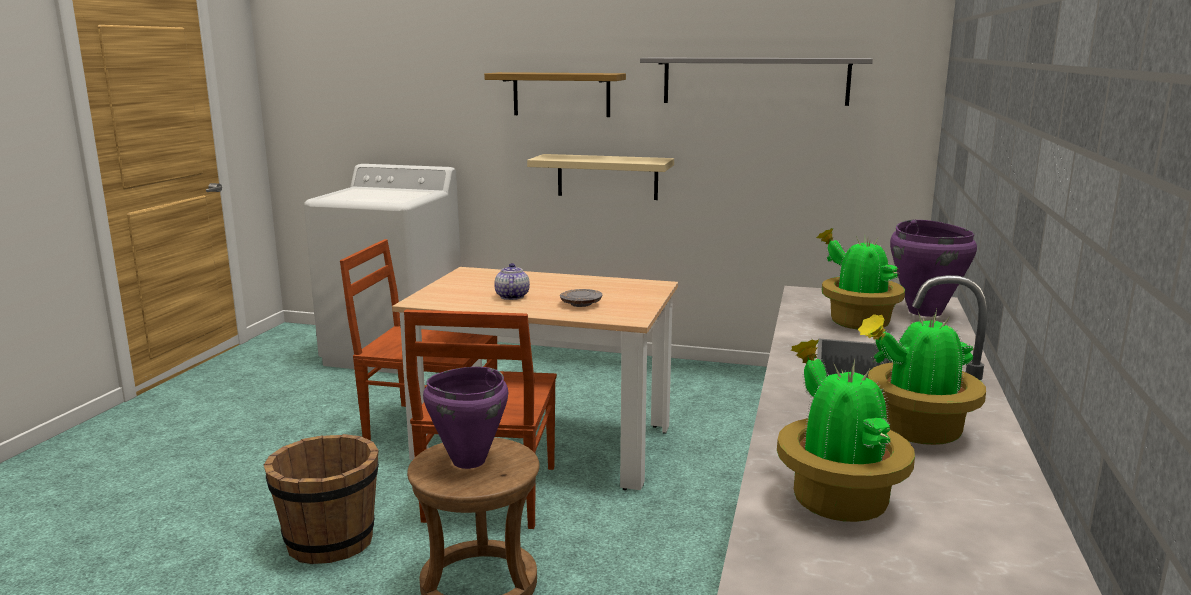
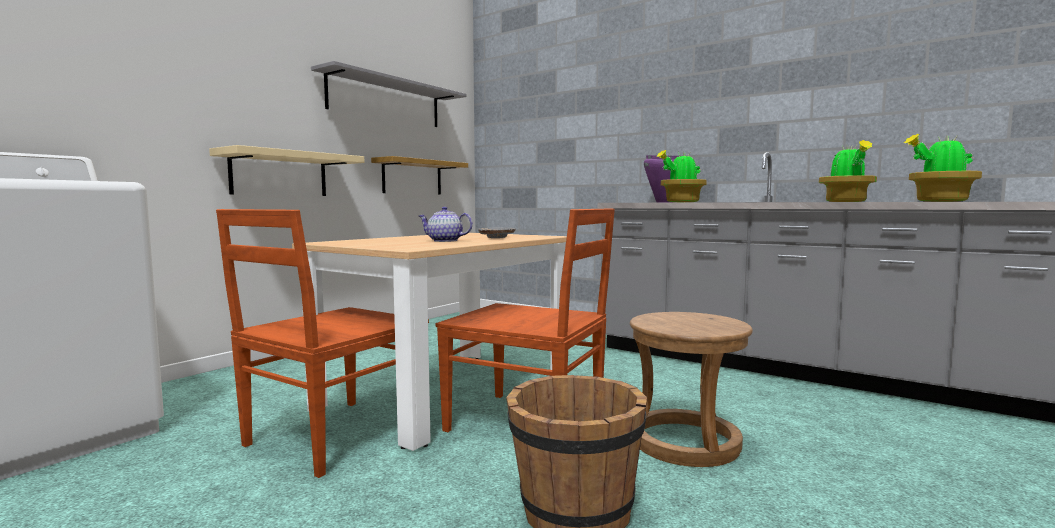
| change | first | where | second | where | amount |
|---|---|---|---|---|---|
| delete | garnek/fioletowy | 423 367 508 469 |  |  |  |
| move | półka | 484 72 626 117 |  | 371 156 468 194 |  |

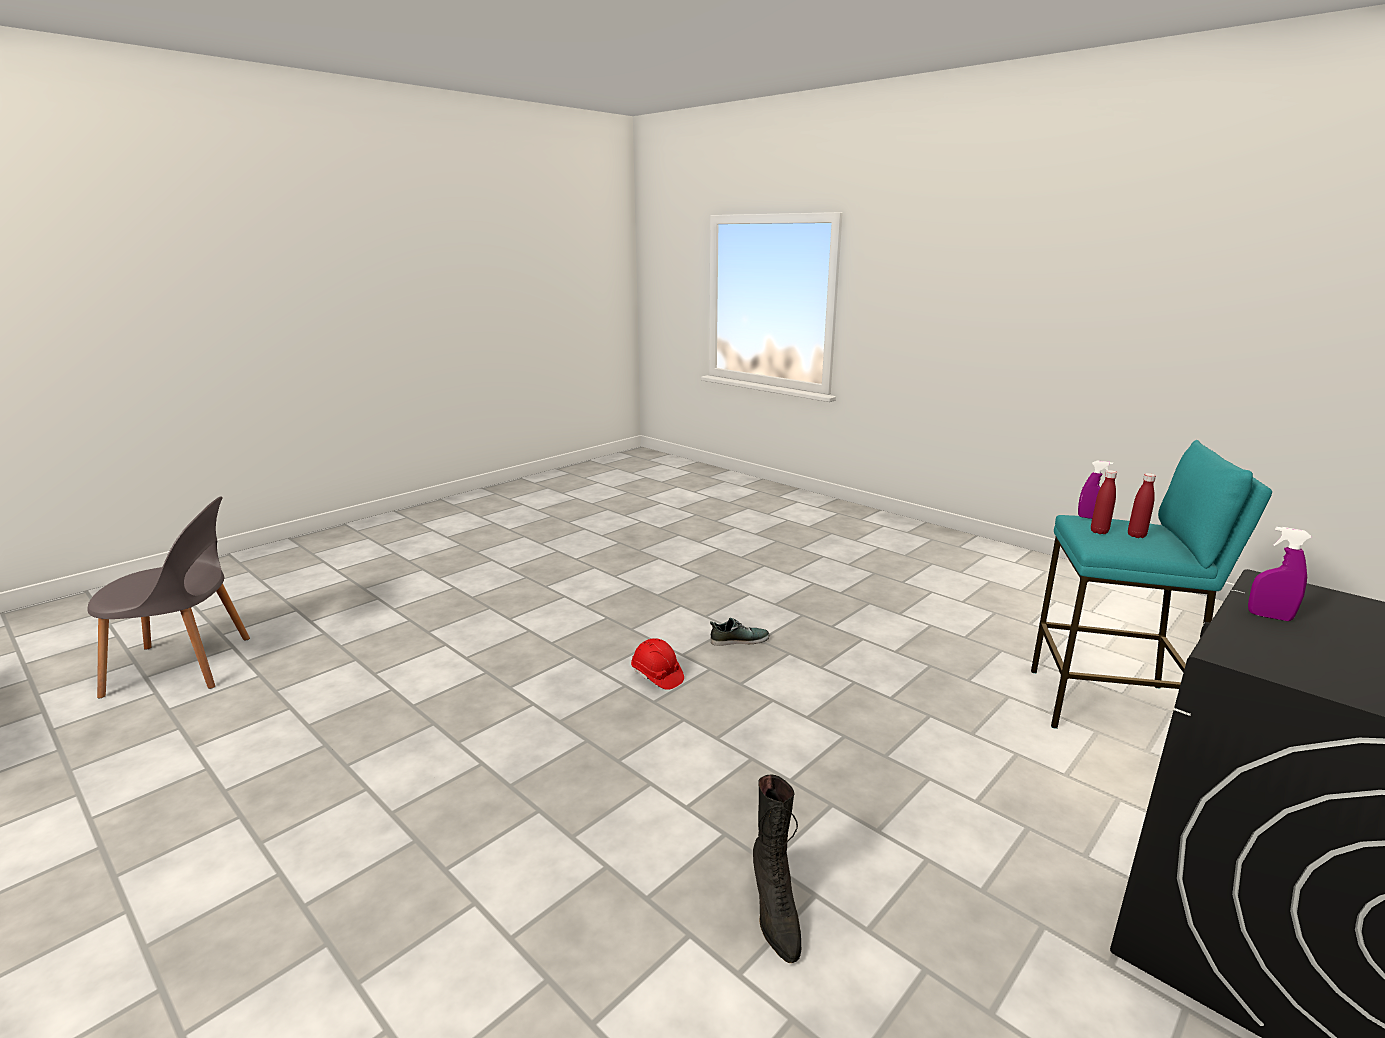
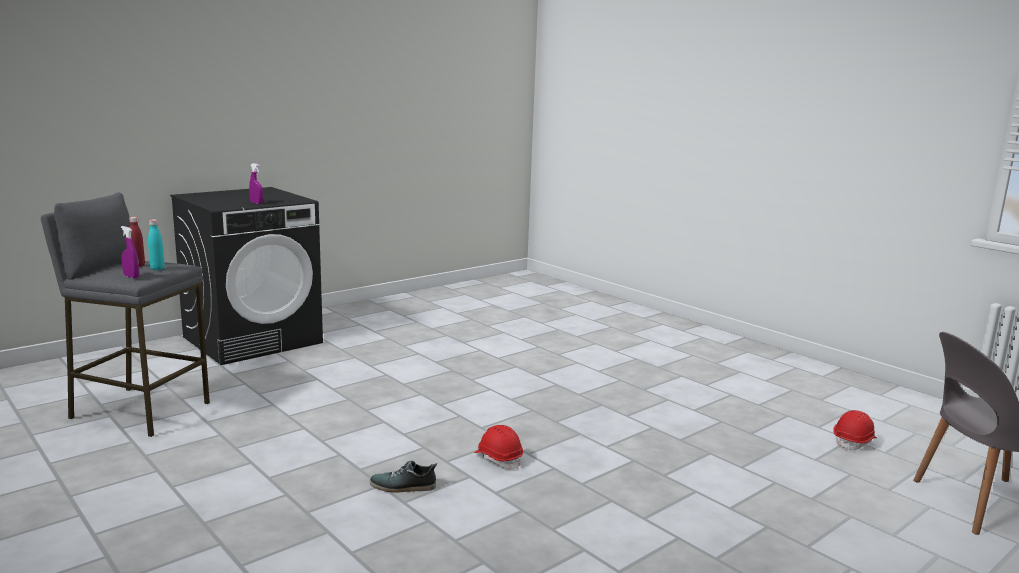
| change | first | where | second | where | amount |
|---|---|---|---|---|---|
| delete | but z cholewką/czarny | 753 775 801 963 |  |  |  |
| recolor | stołek/turkusowy | 1031 440 1272 729 | stołek/szary | 41 192 210 437 |  |
| recolor | butelka/czerwony | 1091 470 1117 534 | butelka/turkusowy | 148 219 165 270 |  |
| insert |  |  | kask/czerwony | 833 410 877 451 |  |

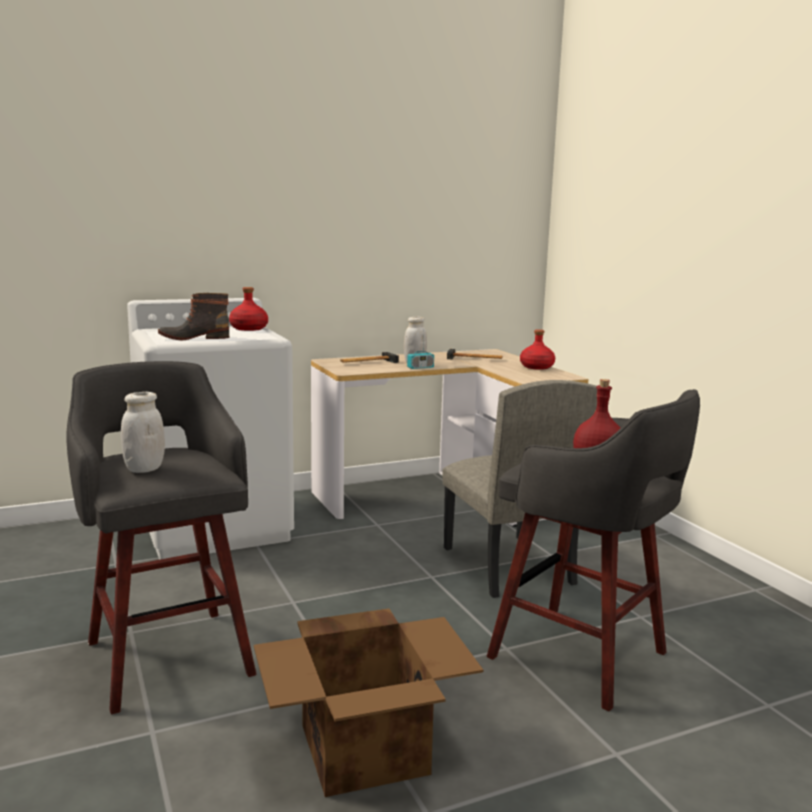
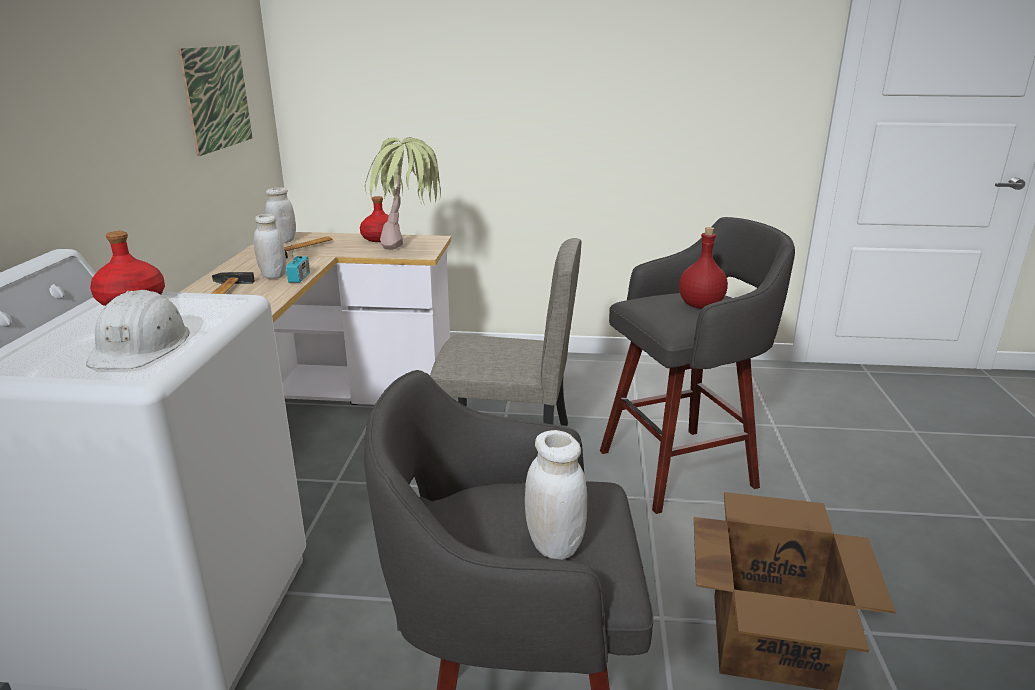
| change | first | where | second | where | amount |
|---|---|---|---|---|---|
| replace | but z cholewką | 158 293 229 340 | kask/biały | 86 290 190 369 |  |
| insert |  |  | obraz | 178 45 253 156 |  |
| insert |  |  | słoik/biały | 265 187 296 243 |  |
| insert |  |  | roślina doniczkowa | 365 137 441 250 |  |

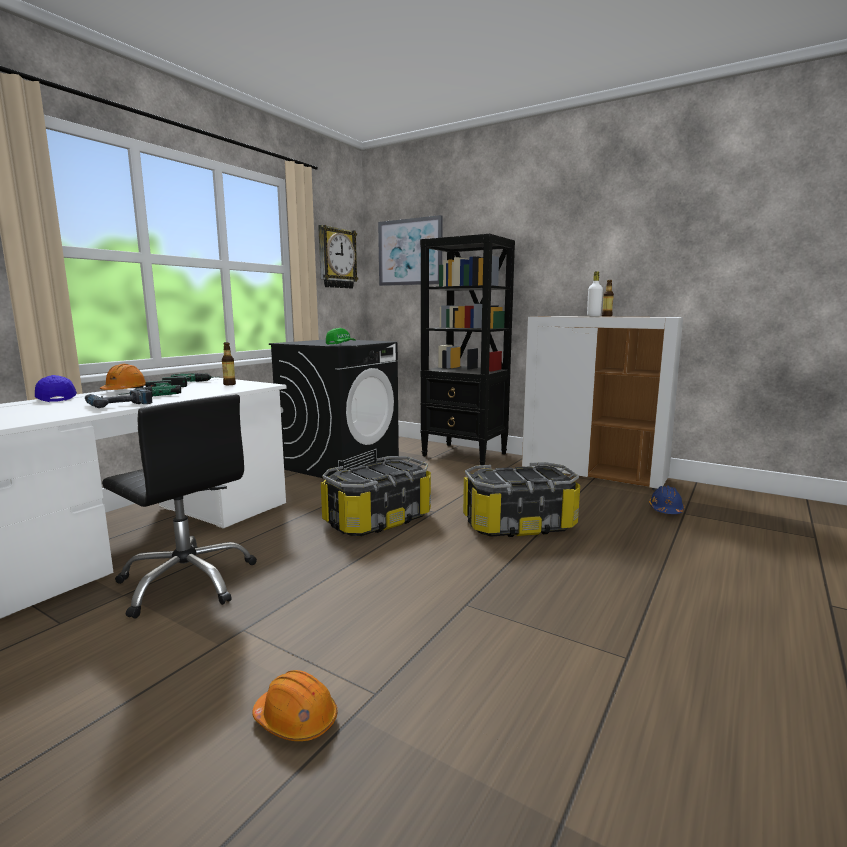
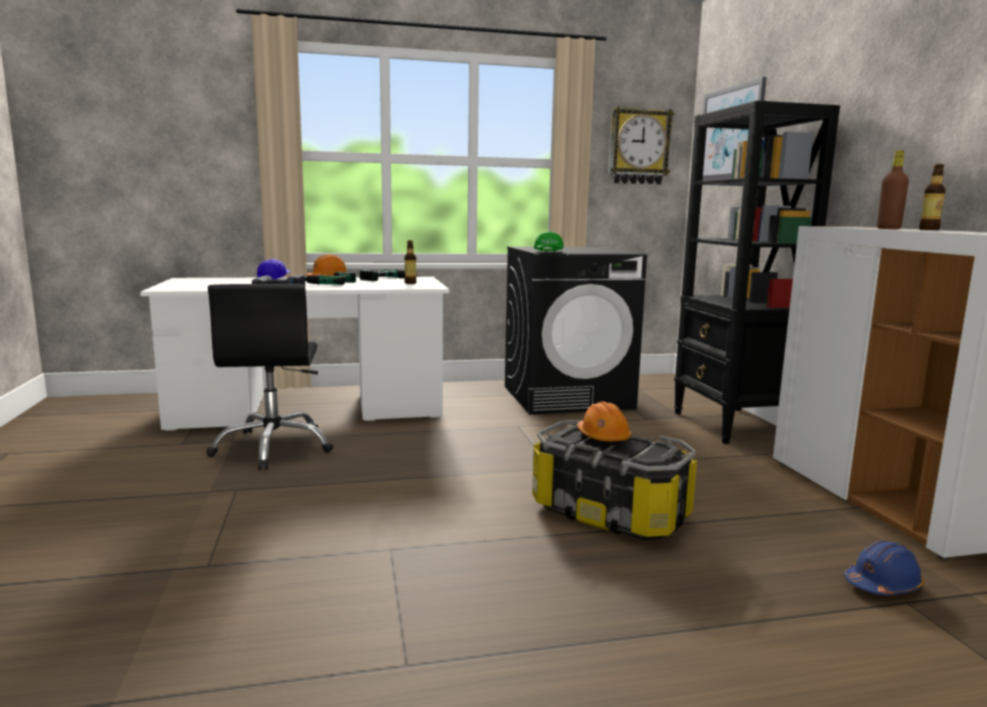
| change | first | where | second | where | amount |
|---|---|---|---|---|---|
| move | kask/pomarańczowy | 252 670 338 741 |  | 577 402 631 446 |  |
| delete | pojemnik do przechowywania | 321 456 431 536 |  |  |  |
| recolor | butelka/biały | 587 271 603 317 | butelka/brązowy | 877 150 909 229 |  |

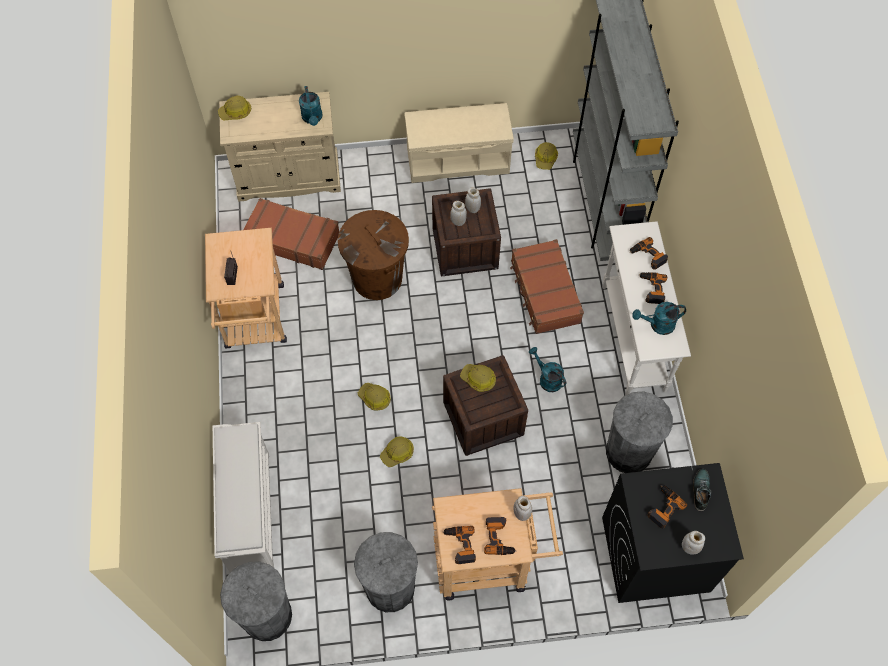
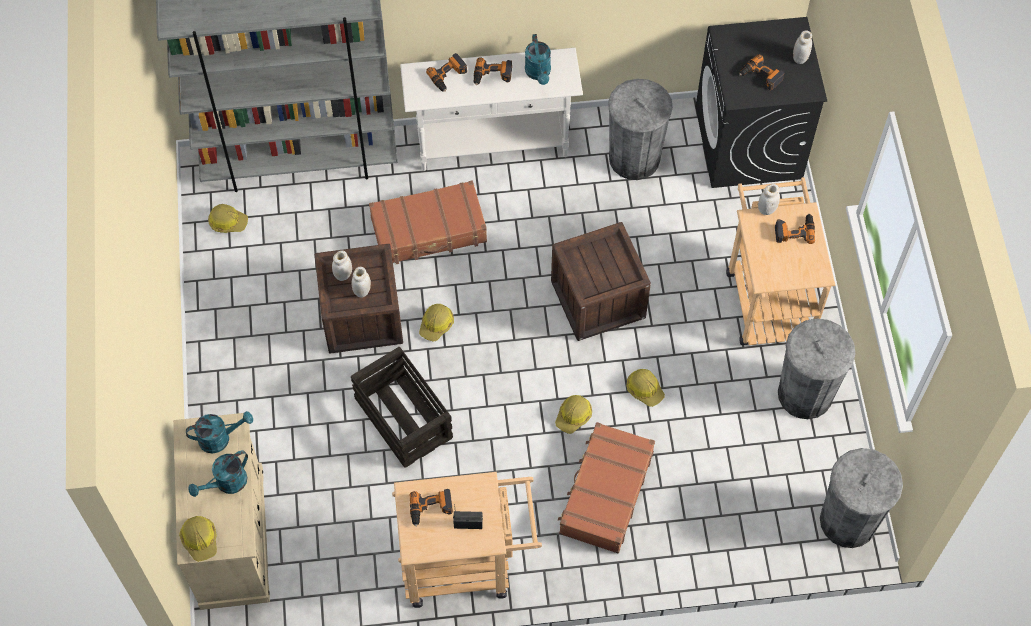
| change | first | where | second | where | amount |
|---|---|---|---|---|---|
| delete | regał na buty/biały | 213 422 274 572 |  |  |  |
| move | walizka/brązowy | 243 198 339 270 |  | 558 422 655 554 |  |
| replace | kosz na śmieci/brązowy | 338 210 409 300 | skrzynka | 351 347 453 468 |  |
| delete | ławka/beżowy | 405 103 514 183 |  |  |  |
| move | wiertarka | 442 526 476 564 |  | 410 489 453 527 |  |
| move | kask | 460 364 496 392 |  | 419 304 454 342 |  |
| move | konewka/turkusowy | 529 347 566 392 |  | 188 450 248 497 |  |
| delete | but | 693 469 711 511 |  |  |  |

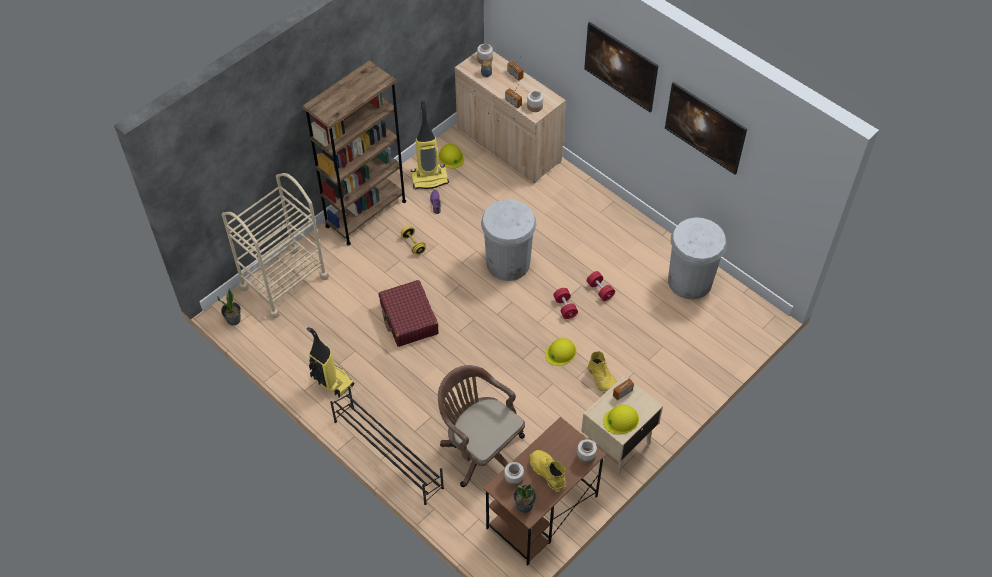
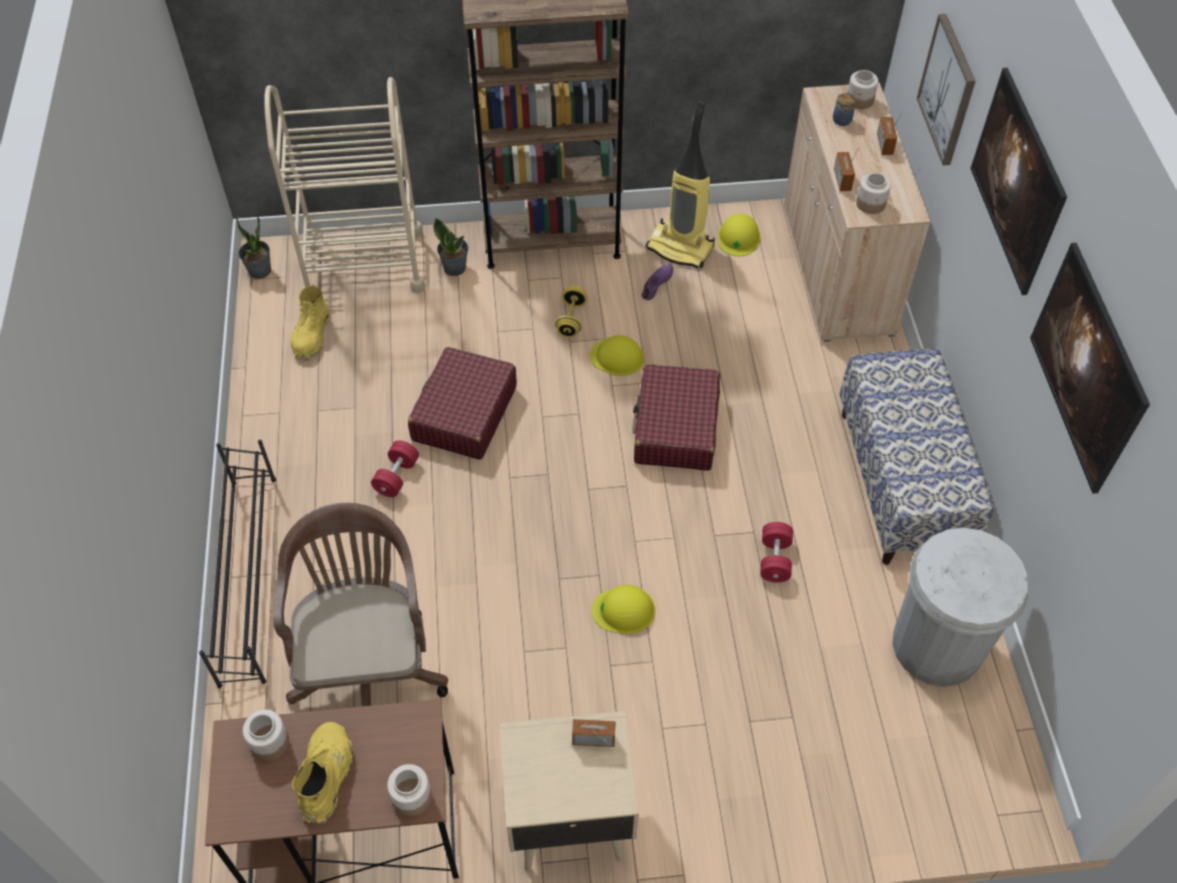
| change | first | where | second | where | amount |
|---|---|---|---|---|---|
| delete | odkurzacz | 307 327 354 398 |  |  |  |
| replace | kosz na śmieci/biały | 481 199 537 281 | walizka/czerwony | 632 364 720 471 |  |
| move | roślina doniczkowa | 513 484 537 513 |  | 433 218 468 276 |  |
| move | hantel/czerwony | 553 288 578 319 |  | 371 440 419 497 |  |
| move | but z cholewką/żółty | 588 351 617 394 |  | 291 286 330 361 |  |
| move | kask/żółty | 603 405 639 434 |  | 590 335 645 376 |  |
| insert |  |  | ławka | 839 349 994 565 |  |
| insert |  |  | obraz | 917 14 976 165 |  |

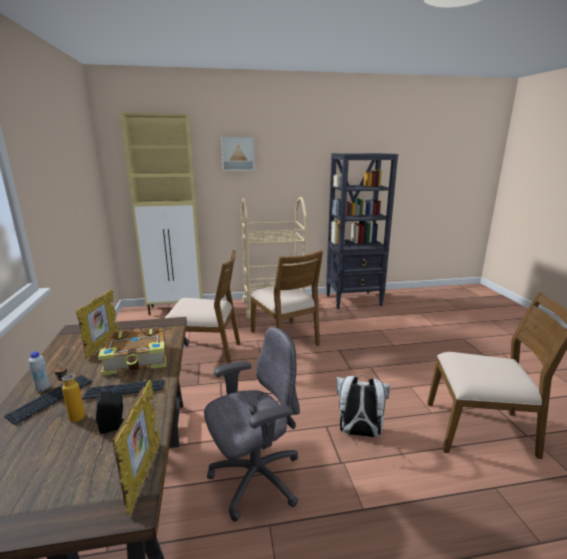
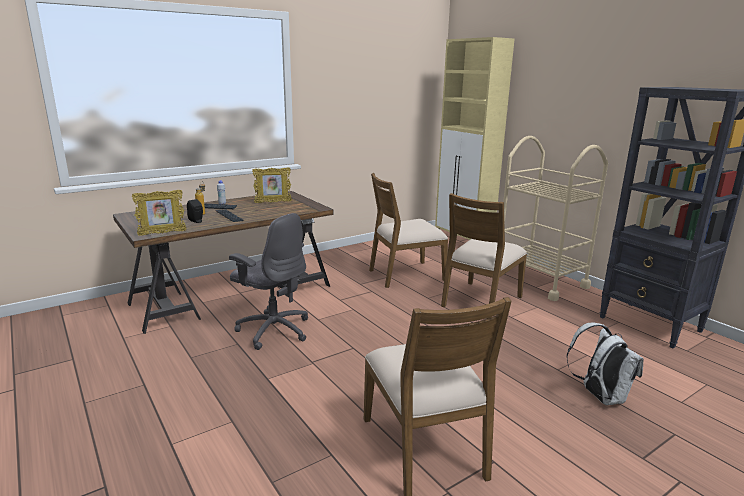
| change | first | where | second | where | amount |
|---|---|---|---|---|---|
| delete | książka | 98 328 166 376 |  |  |  |
| rotate | krzesło/brązowy | 165 250 240 364 |  | 369 173 448 288 | 90 degrees clockwise |
| delete | obraz | 221 137 255 171 |  |  |  |
| move | plecak/biały | 336 375 390 437 |  | 566 323 644 405 |  |

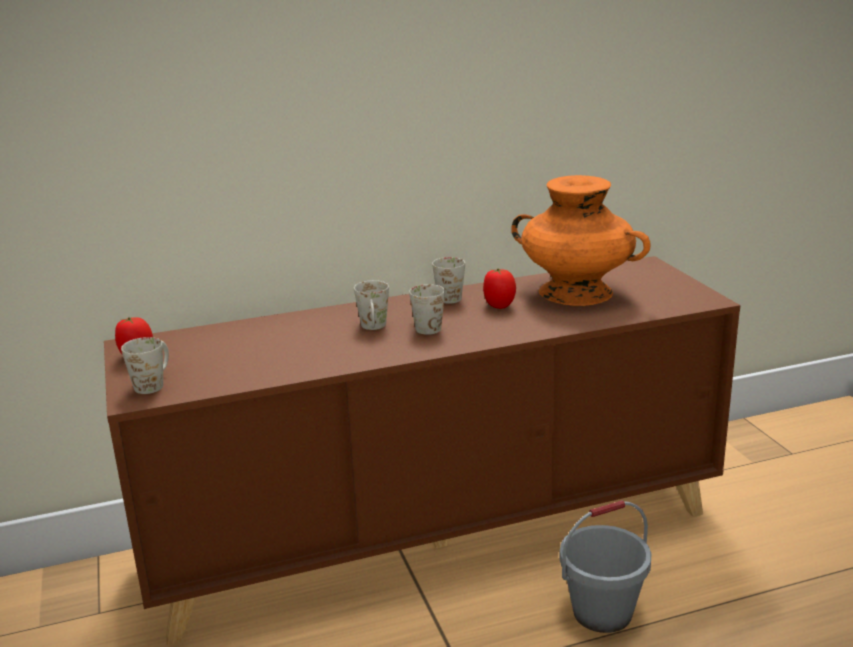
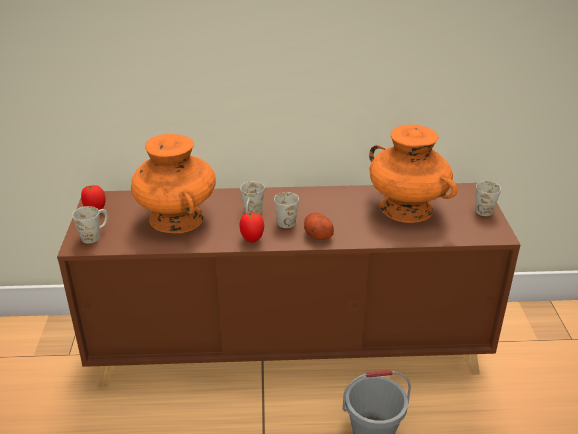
| change | first | where | second | where | amount |
|---|---|---|---|---|---|
| move | kubek/biały | 432 257 465 304 |  | 475 181 501 216 |  |
| move | pomidor | 483 269 516 309 |  | 240 212 264 243 |  |
| insert |  |  | wazon/pomarańczowy | 131 134 216 233 |  |
| insert |  |  | ziemniak | 304 212 334 240 |  |

